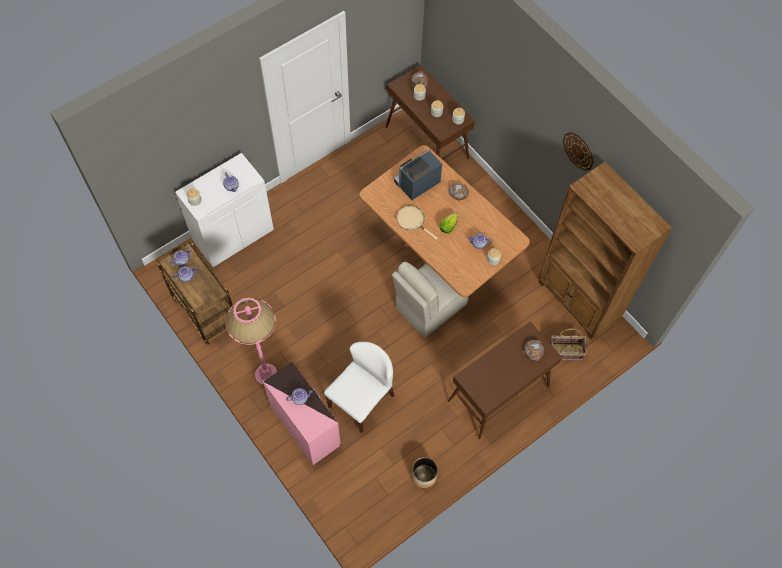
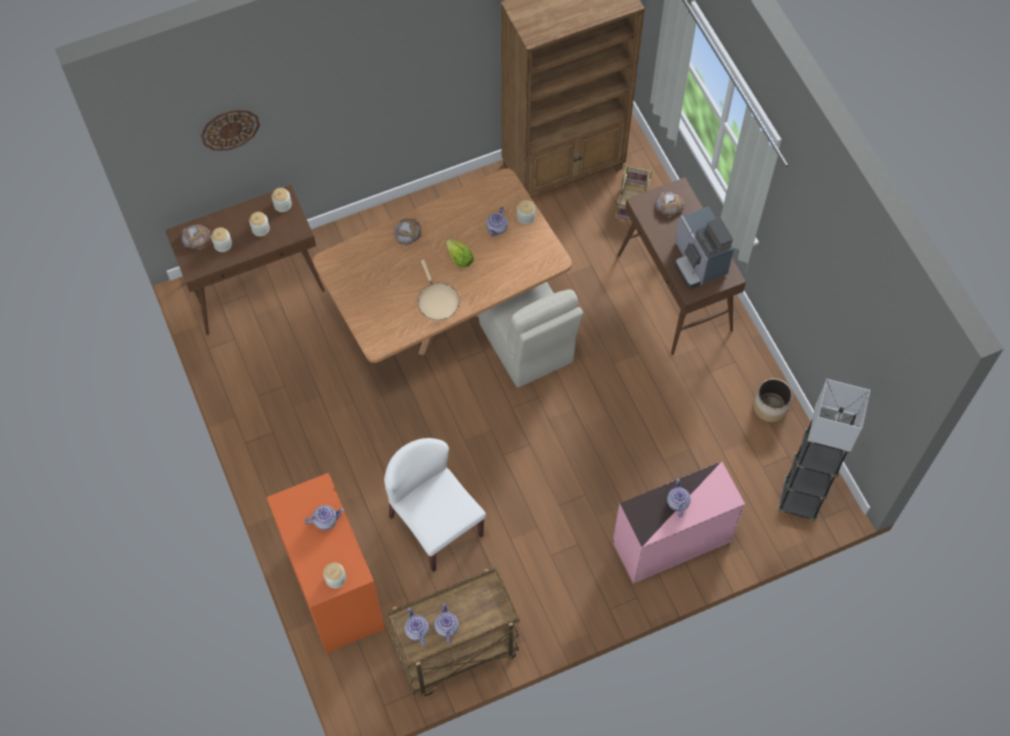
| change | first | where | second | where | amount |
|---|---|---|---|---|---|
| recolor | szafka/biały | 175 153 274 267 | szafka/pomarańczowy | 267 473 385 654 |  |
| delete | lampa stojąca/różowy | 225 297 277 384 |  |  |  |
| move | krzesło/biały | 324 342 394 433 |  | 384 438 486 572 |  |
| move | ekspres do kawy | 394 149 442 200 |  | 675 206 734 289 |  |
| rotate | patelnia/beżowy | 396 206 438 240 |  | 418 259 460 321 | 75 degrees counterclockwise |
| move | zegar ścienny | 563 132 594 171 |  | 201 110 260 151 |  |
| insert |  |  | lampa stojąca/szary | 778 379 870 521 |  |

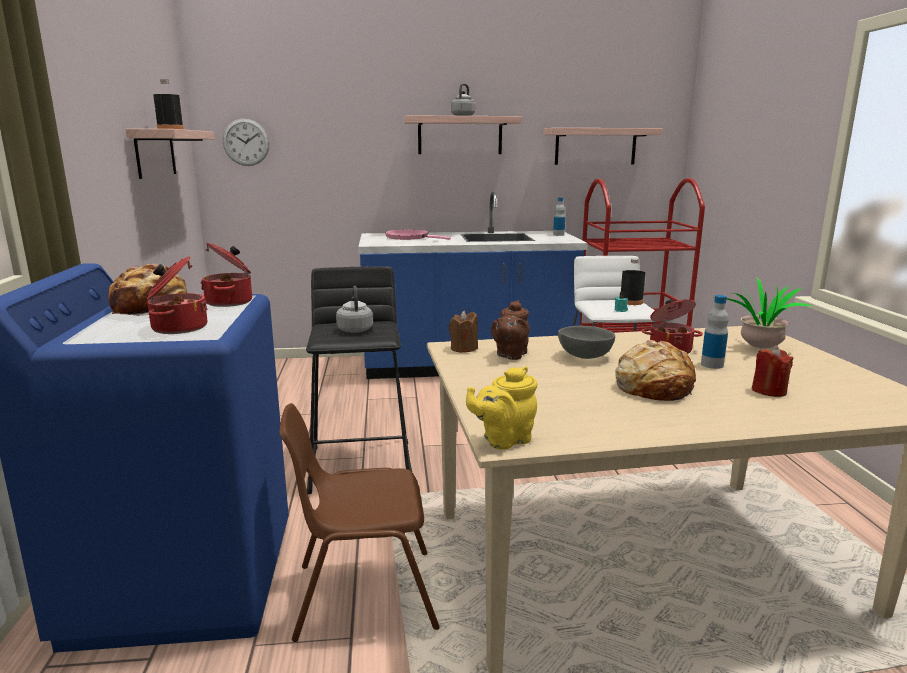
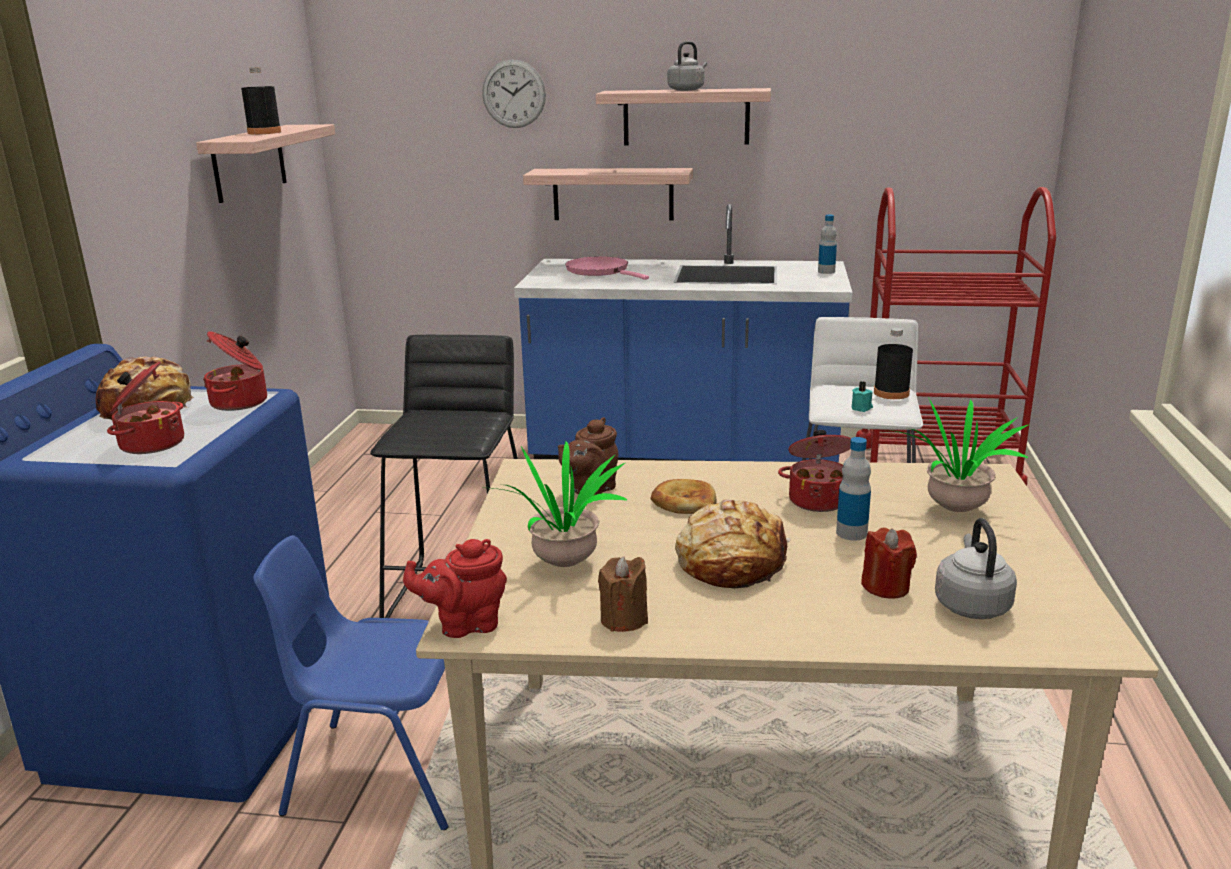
| change | first | where | second | where | amount |
|---|---|---|---|---|---|
| move | zegar ścienny | 223 119 270 166 |  | 482 60 546 128 |  |
| recolor | krzesło/brązowy | 279 403 440 642 | krzesło/niebieski | 253 535 449 830 |  |
| move | czajnik/szary | 336 286 373 333 |  | 935 518 1017 619 |  |
| move | świeca/brązowy | 449 311 478 353 |  | 598 556 648 632 |  |
| recolor | imbryk/żółty | 466 366 537 450 | imbryk/czerwony | 403 539 507 638 |  |
| move | półka | 543 128 663 165 |  | 523 168 693 221 |  |
| replace | miska/szary | 558 326 615 359 | chleb | 651 479 716 514 |  |
| insert |  |  | roślina doniczkowa | 493 441 627 567 |  |

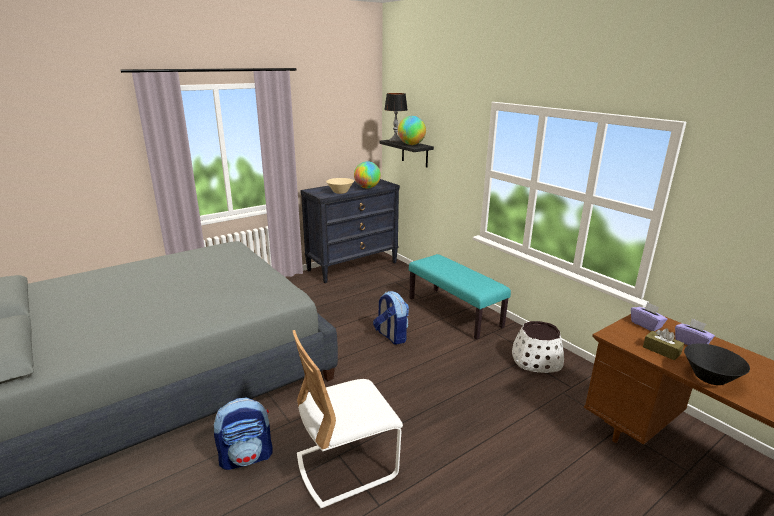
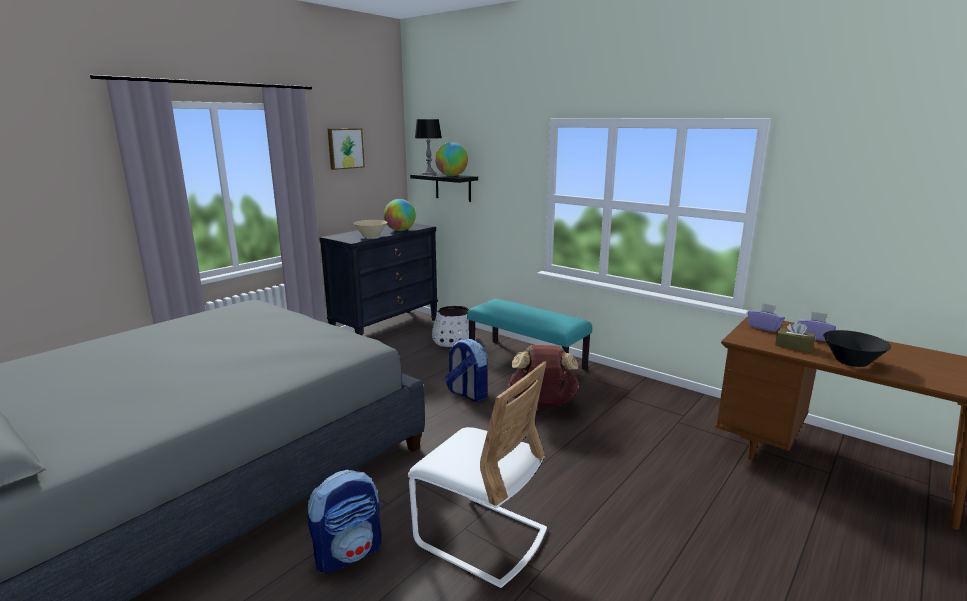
| change | first | where | second | where | amount |
|---|---|---|---|---|---|
| rotate | krzesło/biały | 292 330 403 509 |  | 408 361 547 589 | 105 degrees counterclockwise |
| move | donica/biały | 512 321 564 373 |  | 432 306 476 347 |  |
| insert |  |  | obraz | 328 128 365 170 |  |
| insert |  |  | plecak/brązowy | 508 345 579 408 |  |

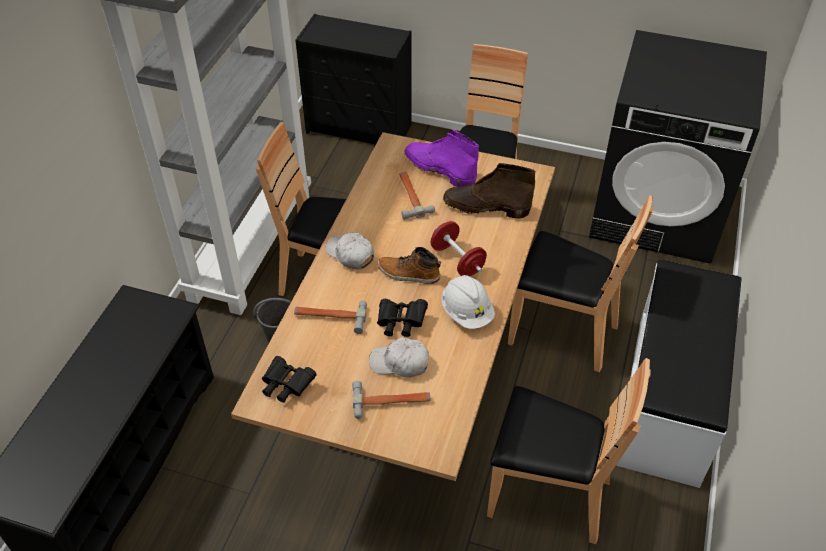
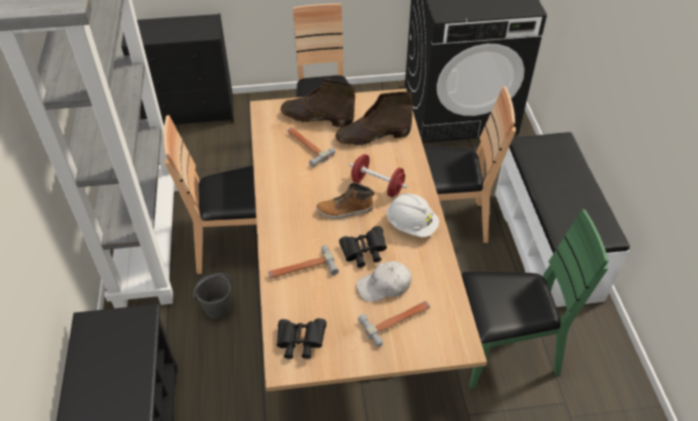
| change | first | where | second | where | amount |
|---|---|---|---|---|---|
| delete | czapka z daszkiem/biały | 325 232 374 270 |  |  |  |
| recolor | but z cholewką/fioletowy | 404 130 479 187 | but z cholewką/brązowy | 280 79 355 127 |  |
| recolor | krzesło/brązowy | 487 358 651 544 | krzesło/zielony | 462 209 609 389 |  |

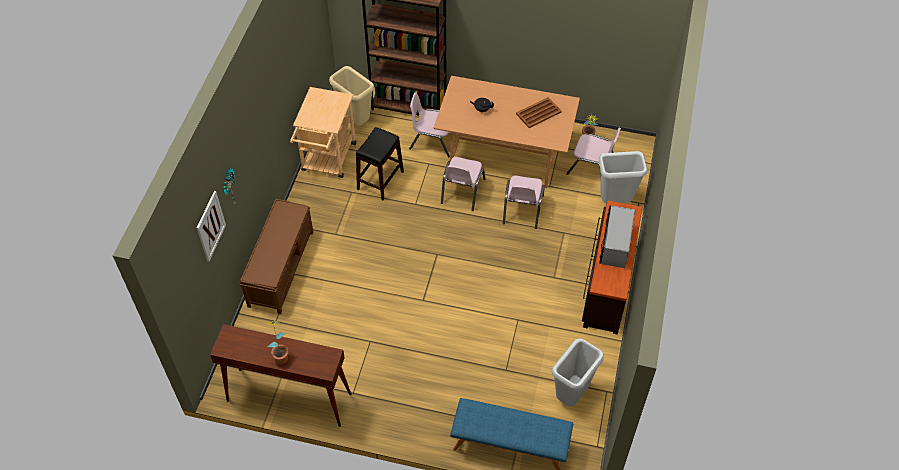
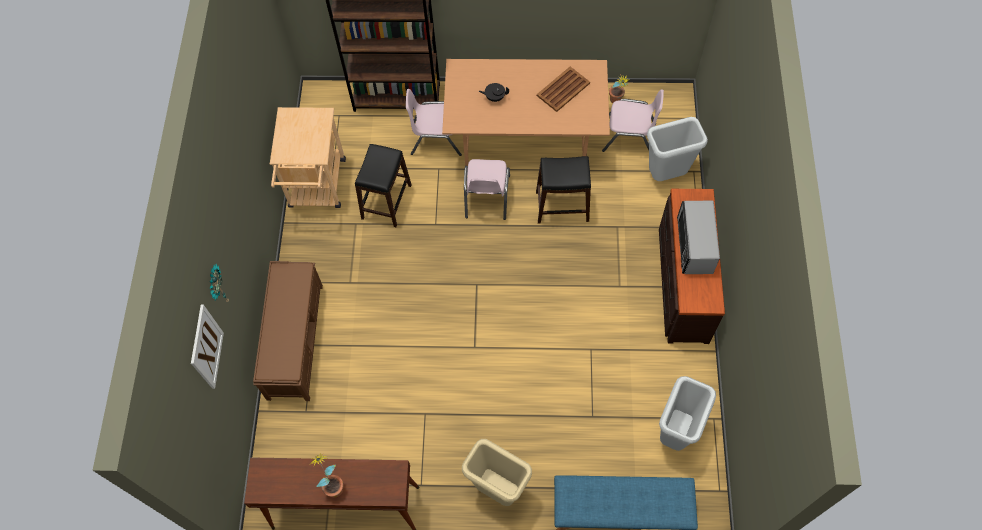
| change | first | where | second | where | amount |
|---|---|---|---|---|---|
| move | kosz na śmieci/beżowy | 329 66 374 126 |  | 462 439 532 506 |  |
| replace | krzesło/różowy | 503 175 545 229 | stołek/czarny | 536 156 591 224 |  |

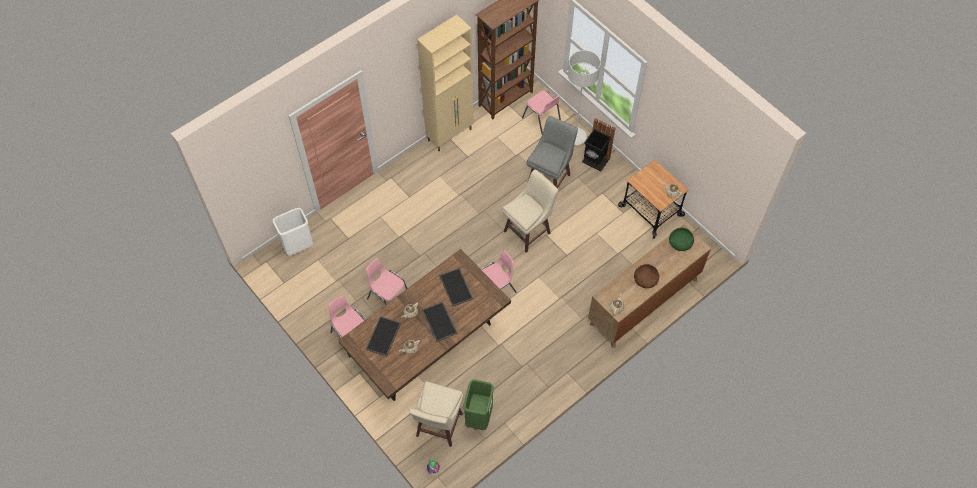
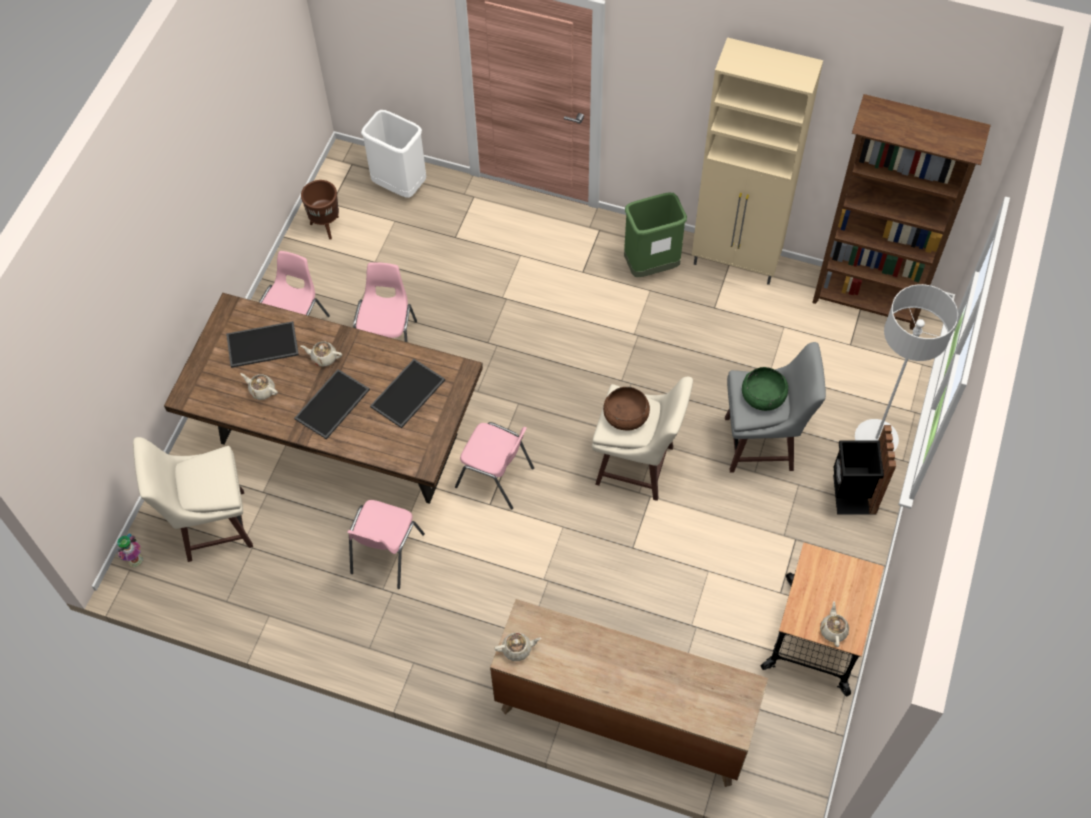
| change | first | where | second | where | amount |
|---|---|---|---|---|---|
| move | kosz na śmieci/zielony | 463 380 494 430 |  | 624 193 687 277 |  |
| move | krzesło/różowy | 522 91 561 134 |  | 347 500 425 589 |  |
| move | miska/brązowy | 634 264 659 288 |  | 603 387 650 430 |  |
| move | miska/zielony | 669 228 694 251 |  | 742 367 788 411 |  |
| insert |  |  | donica/brązowy | 301 180 339 240 |  |

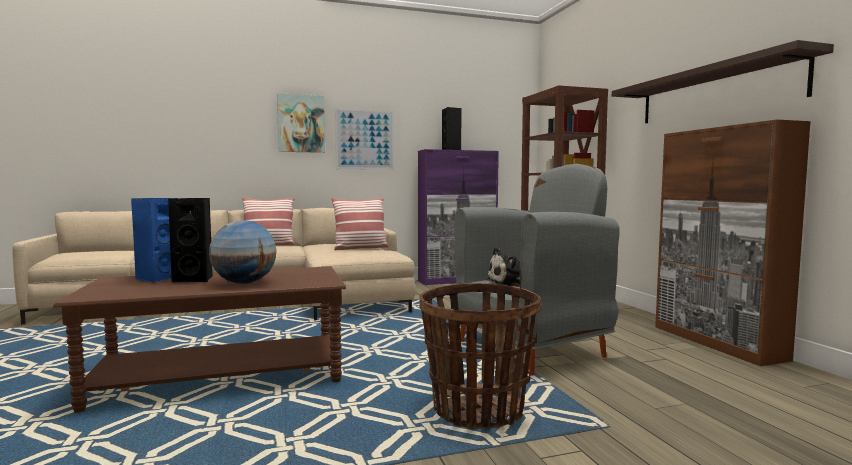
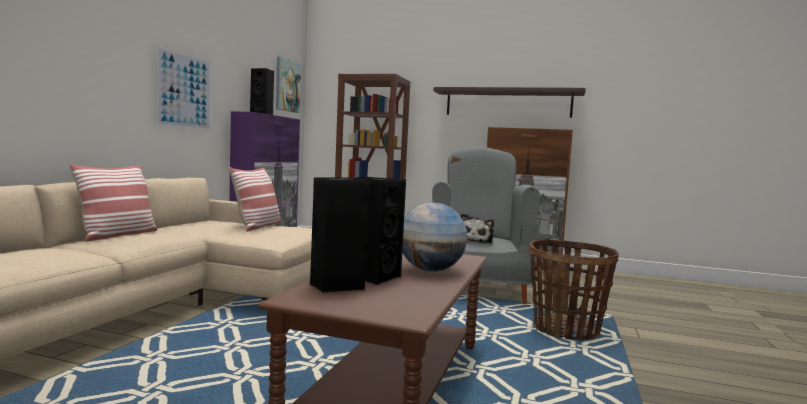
| change | first | where | second | where | amount |
|---|---|---|---|---|---|
| recolor | głośnik/niebieski | 131 198 178 283 | głośnik/czarny | 310 177 369 292 |  |
| move | obraz | 277 93 325 153 |  | 276 57 301 113 |  |

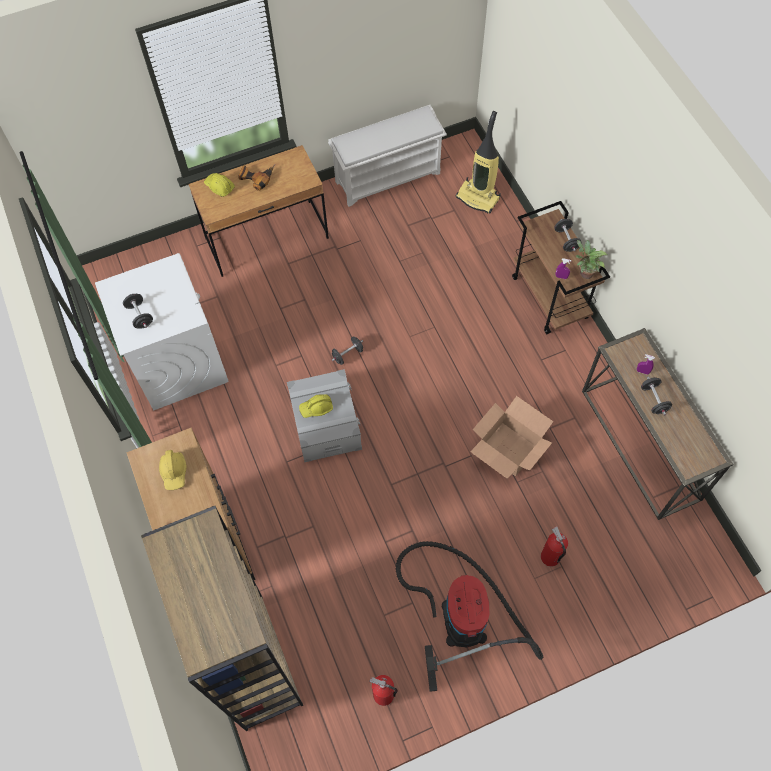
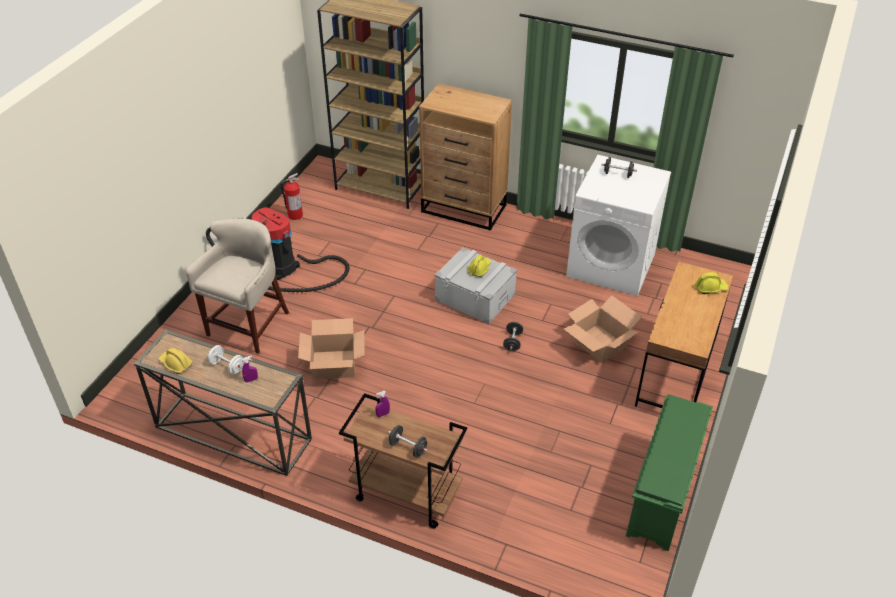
| change | first | where | second | where | amount |
|---|---|---|---|---|---|
| move | kask/żółty | 159 450 186 490 |  | 158 348 192 374 |  |
| delete | wiertarka | 238 164 276 191 |  |  |  |
| recolor | regał na buty/biały | 328 105 447 207 | regał na buty/zielony | 626 395 713 551 |  |
| delete | odkurzacz | 456 111 501 213 |  |  |  |
| replace | gaśnica | 541 526 568 567 | stołek/beżowy | 186 218 289 354 |  |
| delete | roślina doniczkowa | 576 240 608 279 |  |  |  |
| recolor | hantel/czarny | 641 376 672 415 | hantel/biały | 208 345 244 375 |  |
| insert |  |  | karton | 564 296 642 363 |  |

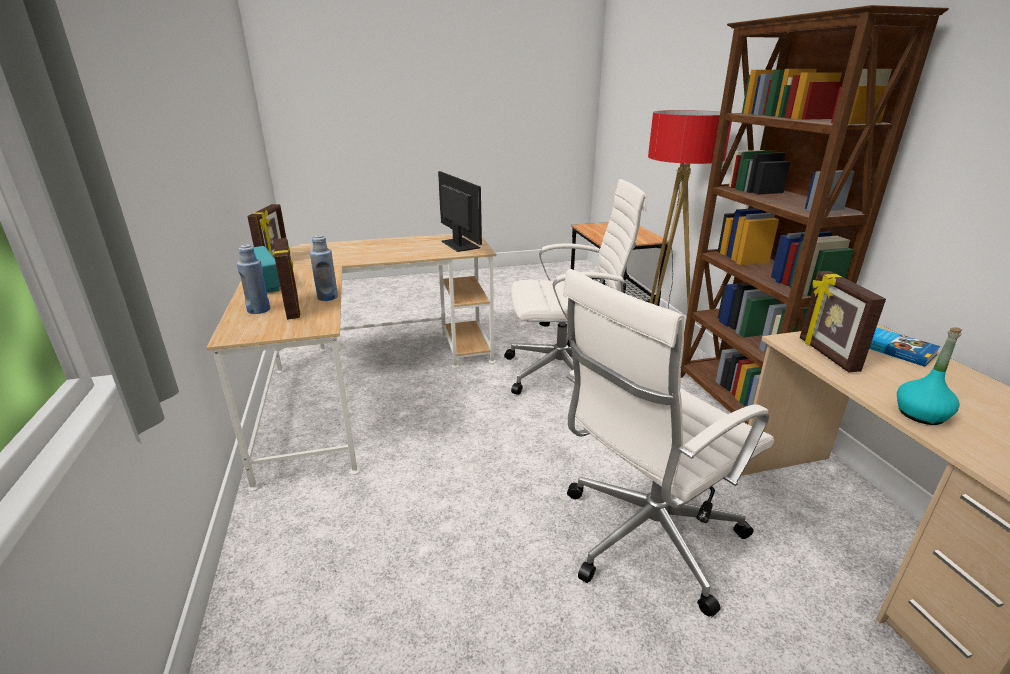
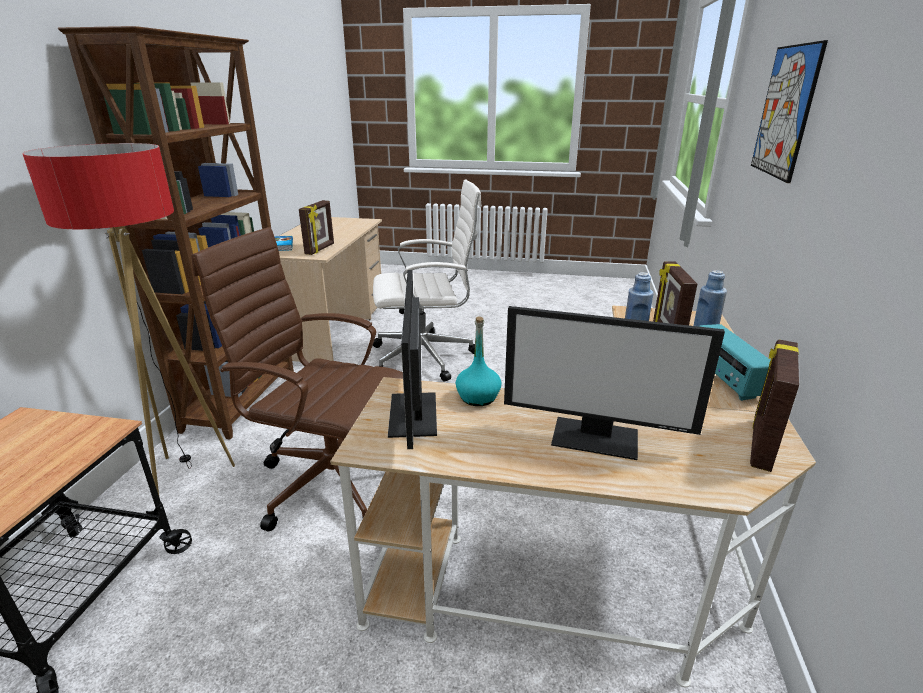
| change | first | where | second | where | amount |
|---|---|---|---|---|---|
| recolor | krzesło biurowe/biały | 504 179 647 395 | krzesło biurowe/brązowy | 191 227 403 532 |  |
| move | butelka/turkusowy | 897 327 962 425 |  | 456 316 502 406 |  |
| insert |  |  | monitor | 504 306 725 460 |  |
| insert |  |  | obraz | 751 40 828 183 |  |

